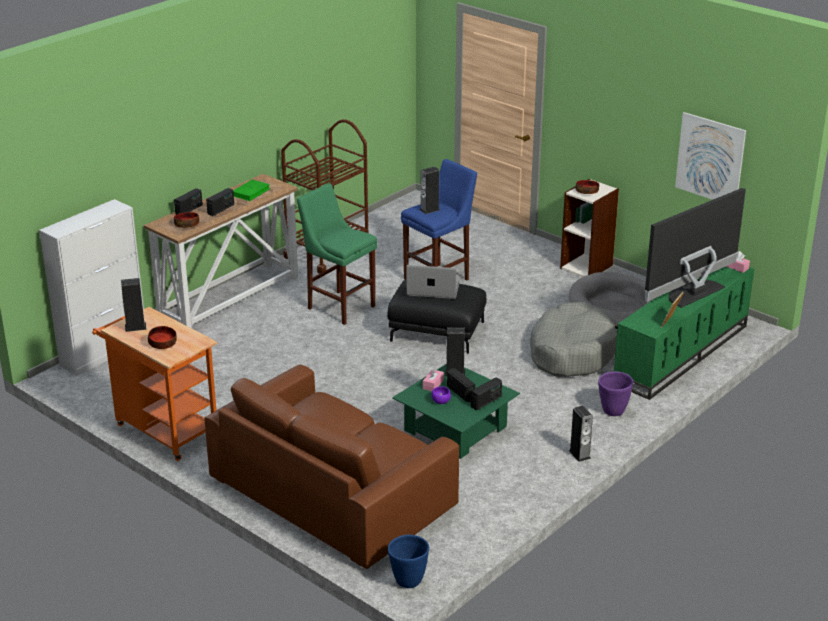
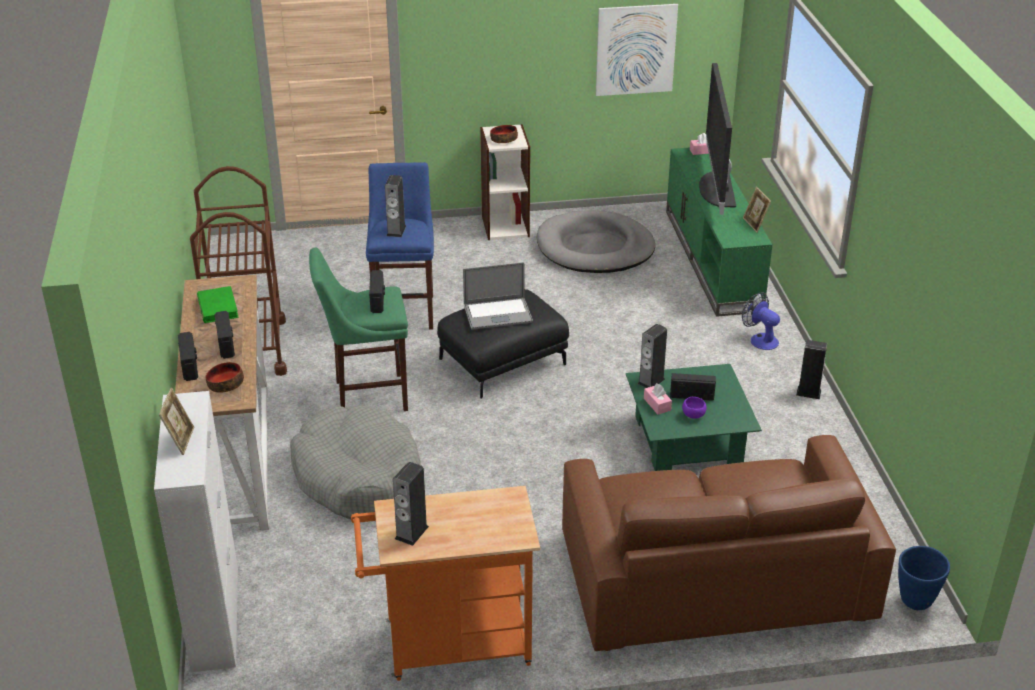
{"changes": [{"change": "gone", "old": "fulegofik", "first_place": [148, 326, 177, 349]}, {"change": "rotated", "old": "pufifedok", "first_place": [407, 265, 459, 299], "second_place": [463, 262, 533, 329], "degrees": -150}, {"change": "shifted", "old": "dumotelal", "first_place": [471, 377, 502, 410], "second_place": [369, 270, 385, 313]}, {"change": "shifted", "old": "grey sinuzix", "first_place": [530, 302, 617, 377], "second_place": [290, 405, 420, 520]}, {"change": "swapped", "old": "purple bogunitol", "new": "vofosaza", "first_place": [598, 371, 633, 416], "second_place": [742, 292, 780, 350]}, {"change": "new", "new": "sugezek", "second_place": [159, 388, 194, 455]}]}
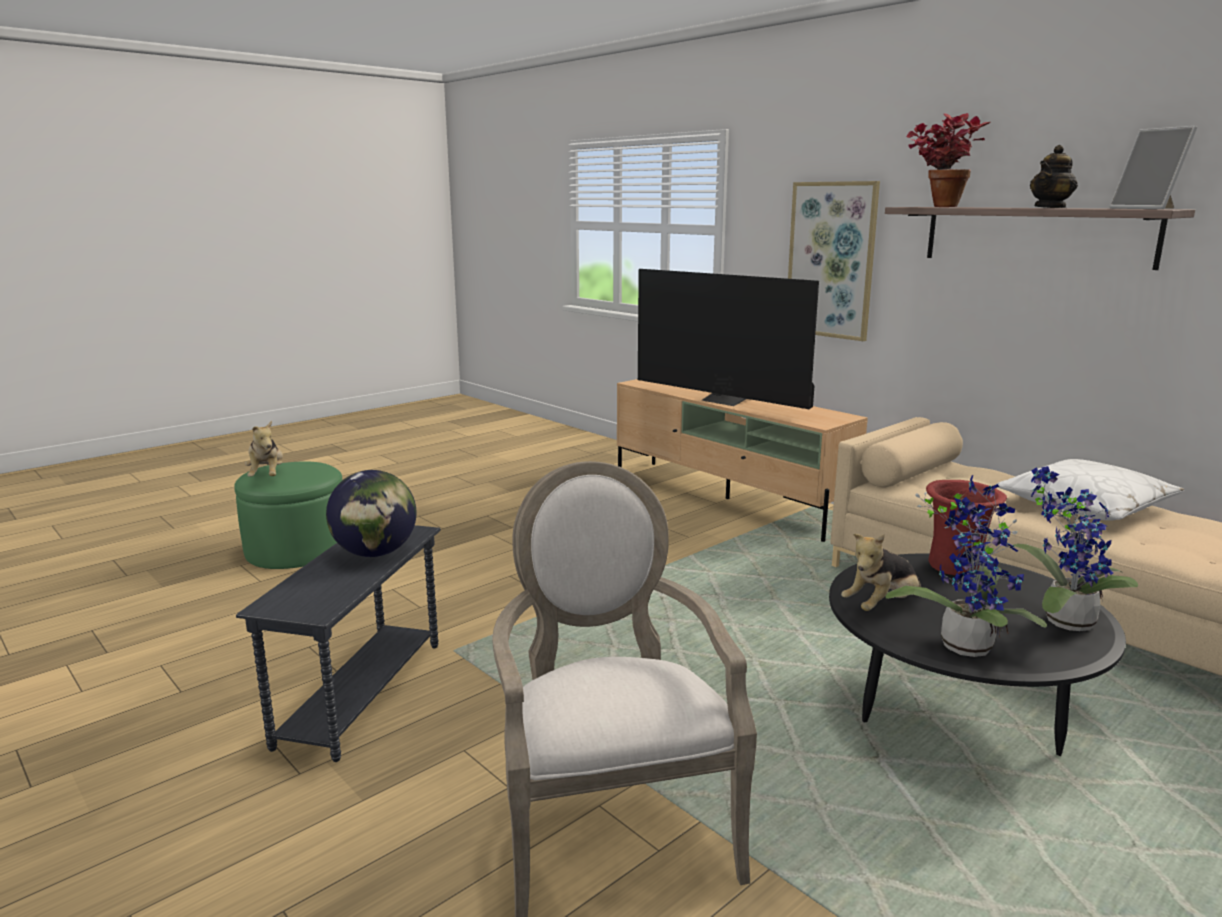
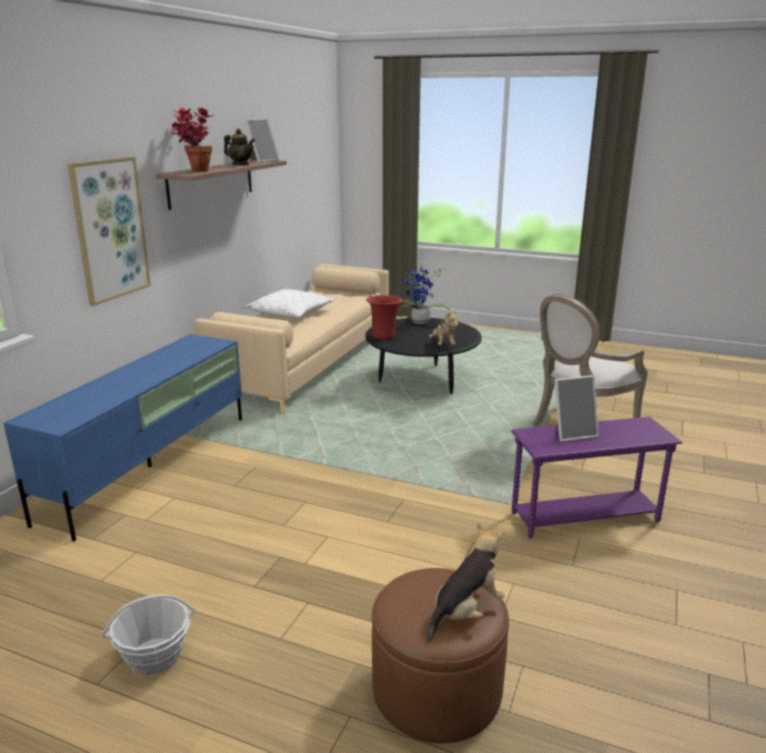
{"changes": [{"change": "repainted", "old": "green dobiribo", "new": "brown dobiribo", "first_place": [234, 462, 342, 569], "second_place": [372, 568, 509, 743]}, {"change": "repainted", "old": "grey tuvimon", "new": "purple tuvimon", "first_place": [236, 525, 441, 762], "second_place": [511, 417, 682, 538]}, {"change": "swapped", "old": "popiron", "new": "sugezek", "first_place": [326, 470, 416, 557], "second_place": [555, 375, 599, 442]}, {"change": "repainted", "old": "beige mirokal", "new": "blue mirokal", "first_place": [617, 379, 868, 542], "second_place": [3, 334, 242, 541]}, {"change": "gone", "old": "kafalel", "first_place": [638, 269, 819, 409]}, {"change": "rotated", "old": "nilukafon", "first_place": [841, 534, 921, 611], "second_place": [429, 309, 458, 345], "degrees": 45}, {"change": "gone", "old": "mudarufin", "first_place": [885, 475, 1047, 657]}, {"change": "new", "new": "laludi", "second_place": [102, 594, 195, 675]}]}
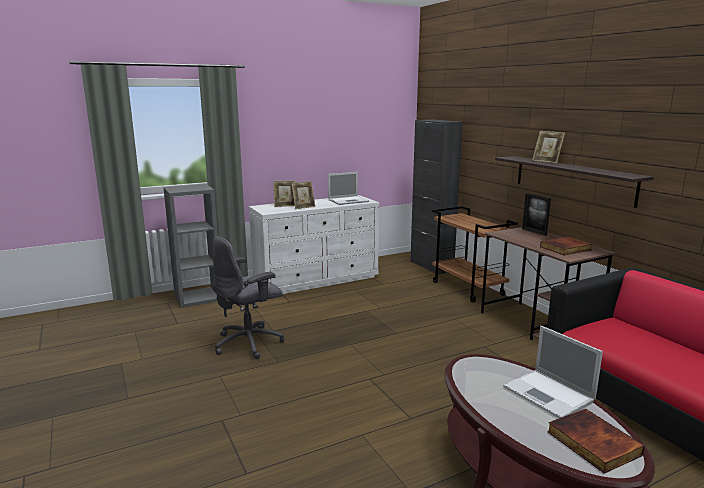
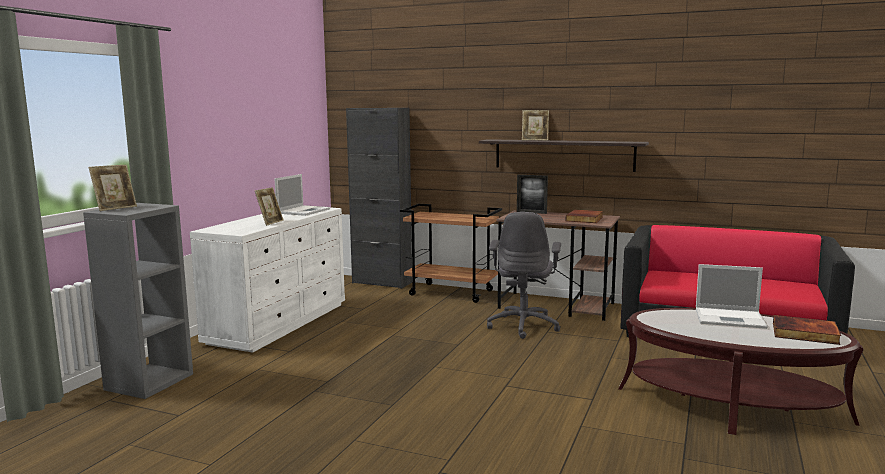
{"changes": [{"change": "shifted", "old": "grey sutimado", "first_place": [213, 236, 284, 359], "second_place": [487, 212, 561, 339]}, {"change": "shifted", "old": "sugezek", "first_place": [273, 180, 295, 207], "second_place": [89, 165, 137, 211]}]}
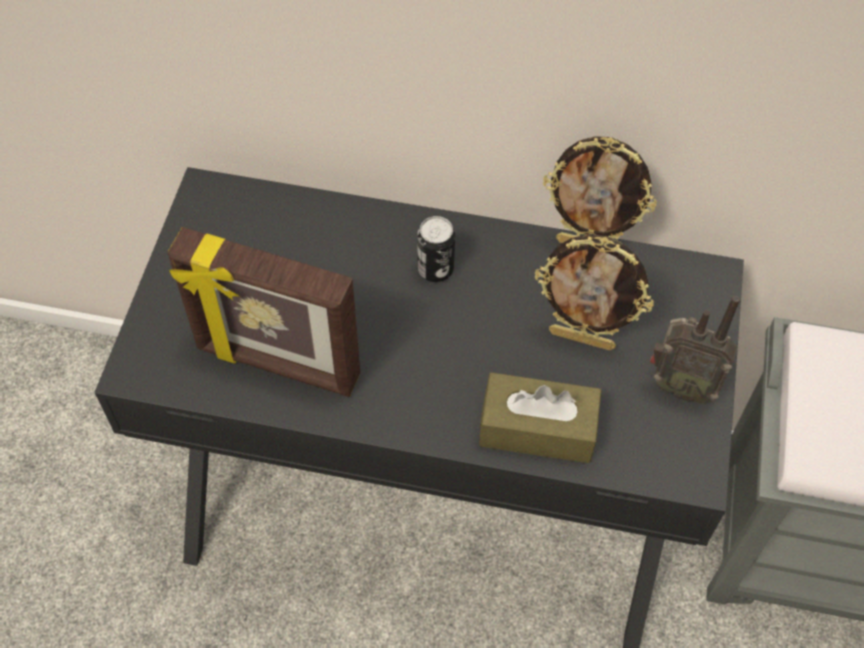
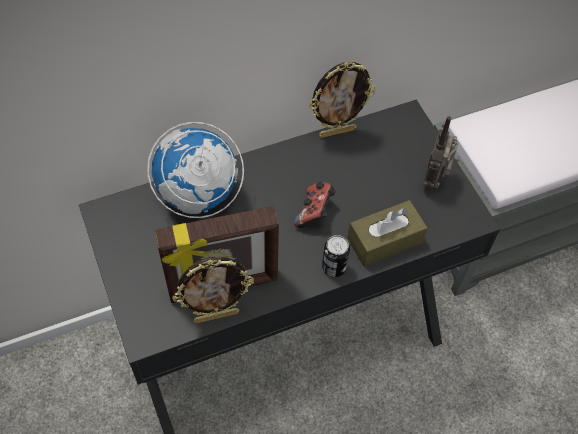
{"changes": [{"change": "shifted", "old": "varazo", "first_place": [417, 216, 455, 282], "second_place": [322, 235, 350, 277]}, {"change": "shifted", "old": "sugezek", "first_place": [535, 234, 654, 351], "second_place": [172, 256, 254, 324]}, {"change": "rotated", "old": "dumotelal", "first_place": [650, 296, 740, 404], "second_place": [423, 116, 458, 189], "degrees": 120}, {"change": "new", "new": "popiron", "second_place": [147, 122, 244, 218]}, {"change": "new", "new": "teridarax", "second_place": [294, 181, 336, 228]}]}
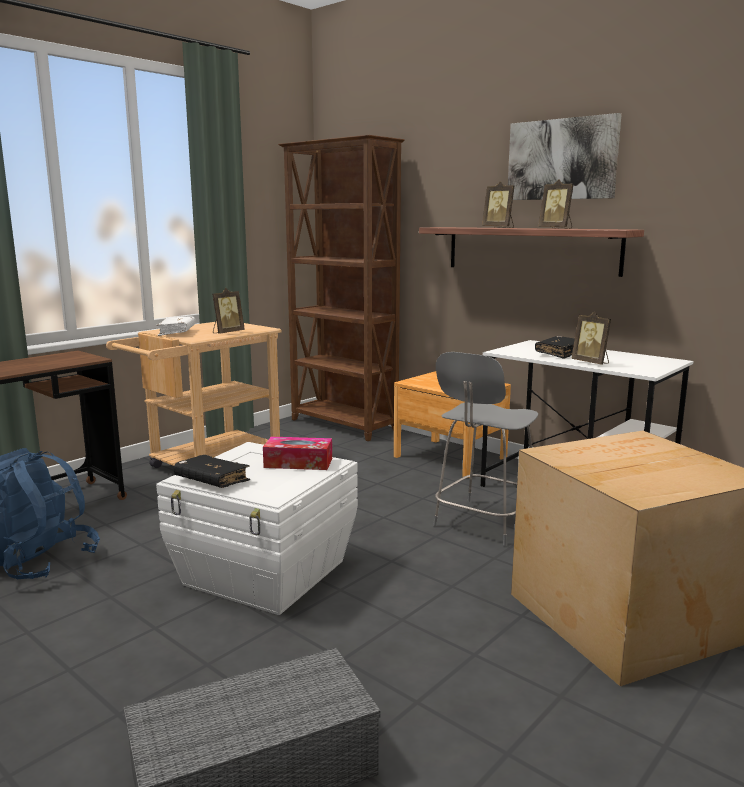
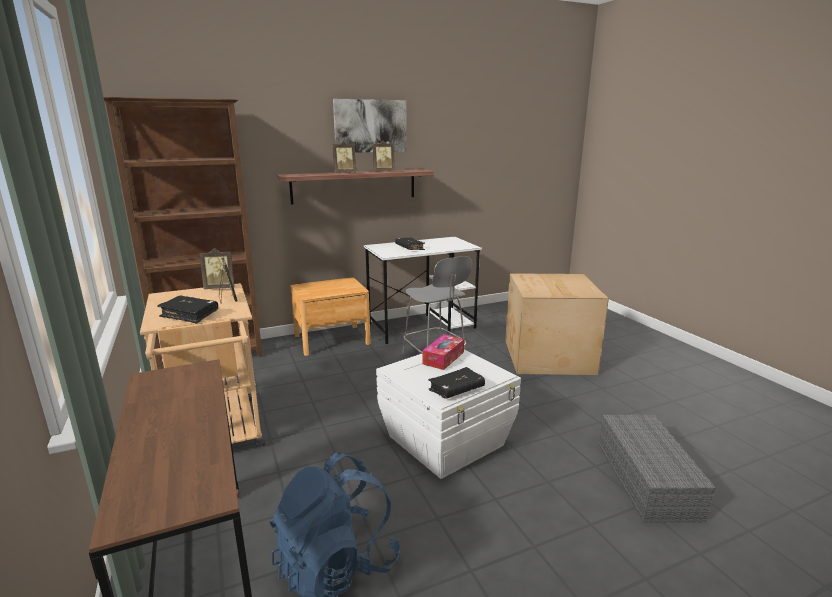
{"changes": [{"change": "repainted", "old": "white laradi", "new": "black laradi", "first_place": [156, 316, 196, 336], "second_place": [157, 296, 218, 324]}, {"change": "shifted", "old": "sugezek", "first_place": [571, 312, 611, 365], "second_place": [200, 248, 234, 289]}]}
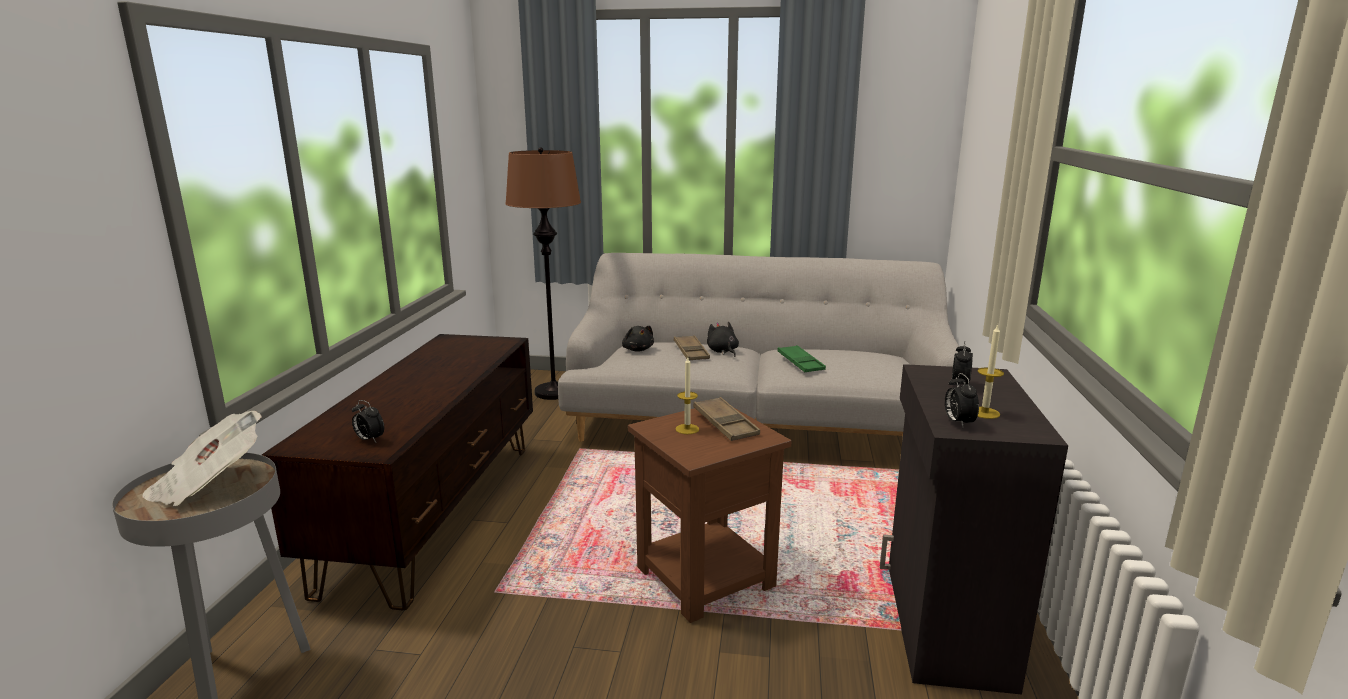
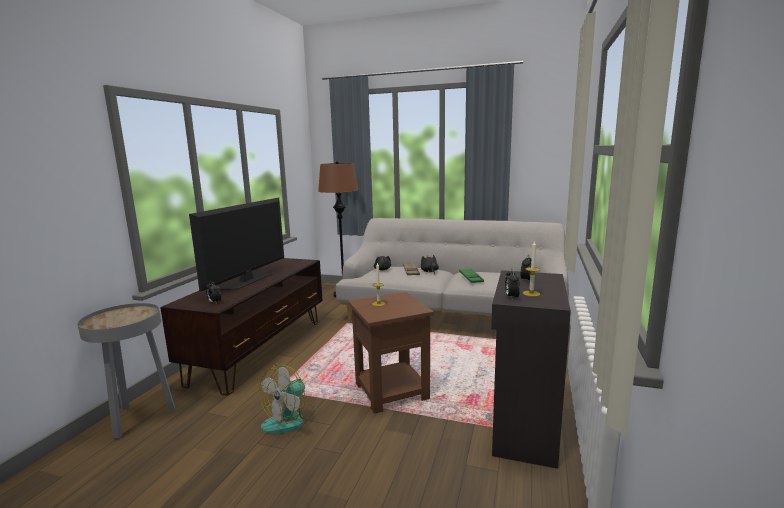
{"changes": [{"change": "gone", "old": "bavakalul", "first_place": [142, 411, 262, 507]}, {"change": "gone", "old": "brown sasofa", "first_place": [693, 397, 760, 441]}, {"change": "new", "new": "kafalel", "second_place": [189, 198, 284, 292]}, {"change": "new", "new": "vofosaza", "second_place": [259, 364, 318, 433]}]}
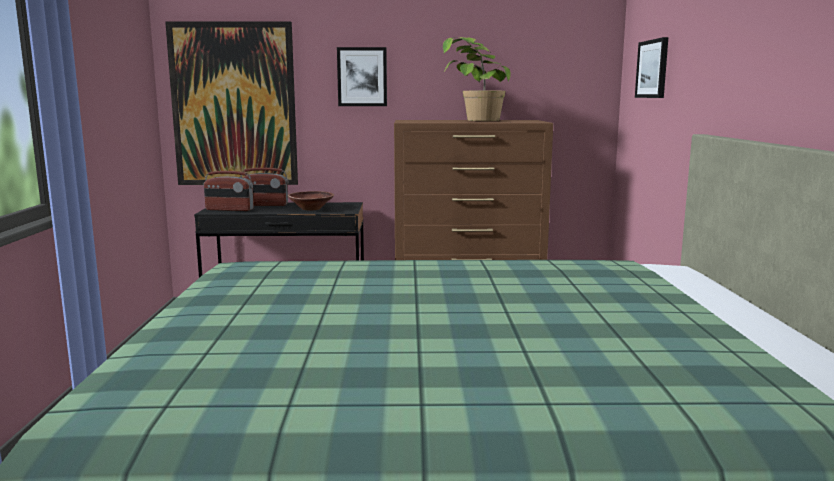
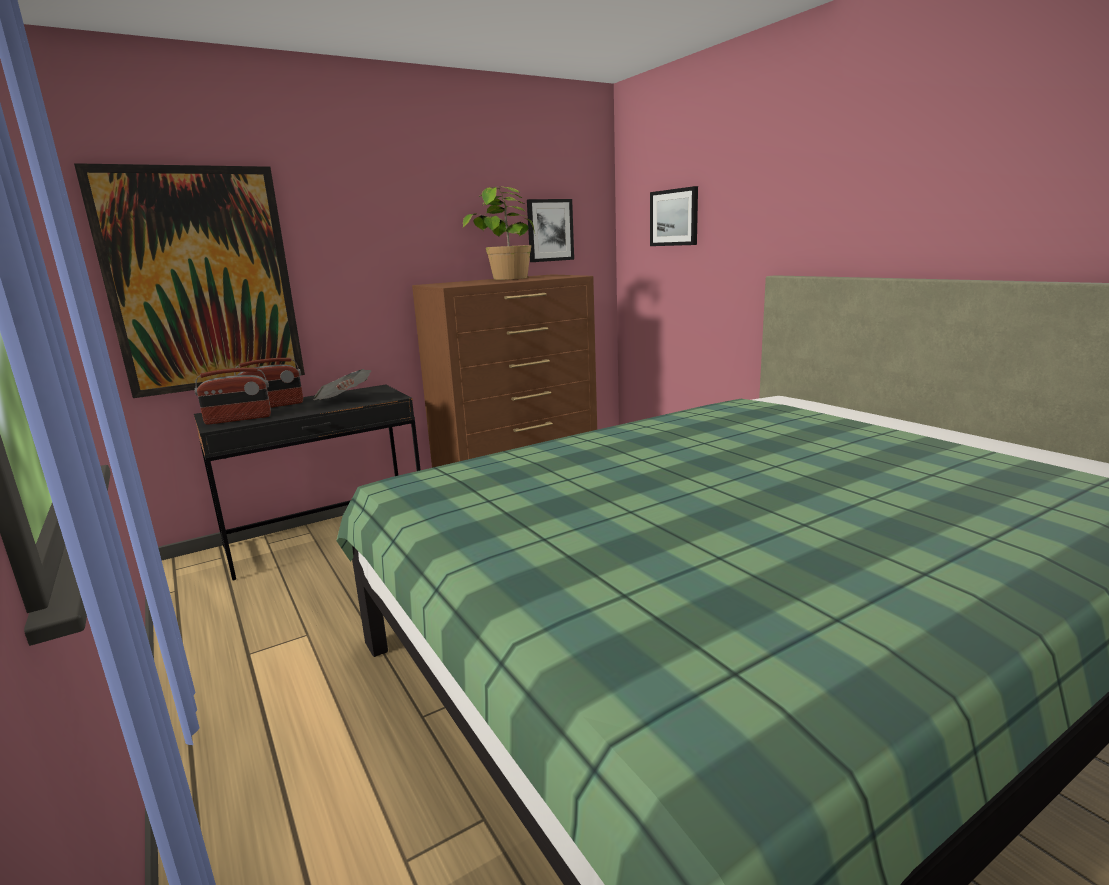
{"changes": [{"change": "swapped", "old": "brown fulegofik", "new": "bavakalul", "first_place": [287, 191, 334, 210], "second_place": [313, 369, 371, 400]}, {"change": "shifted", "old": "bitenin", "first_place": [337, 47, 387, 106], "second_place": [527, 199, 574, 262]}]}
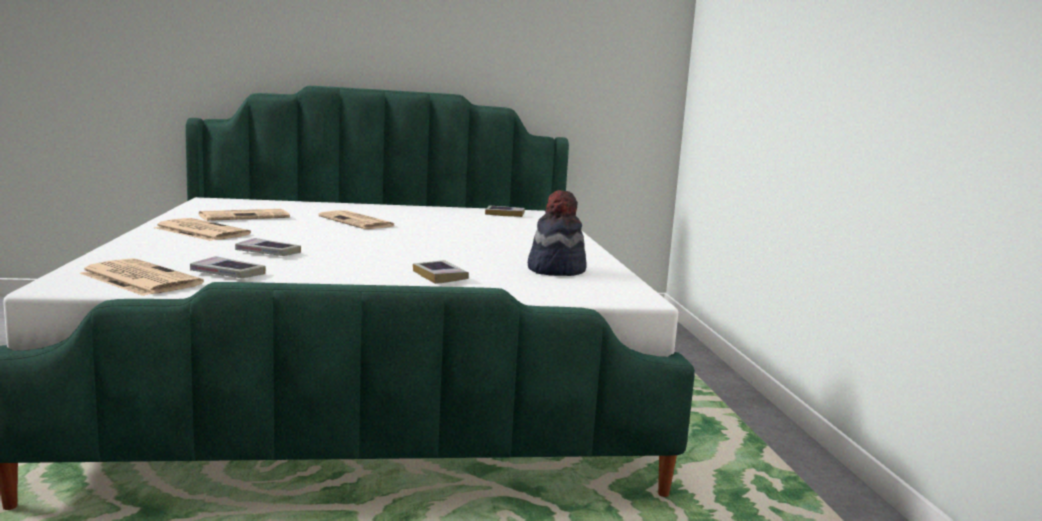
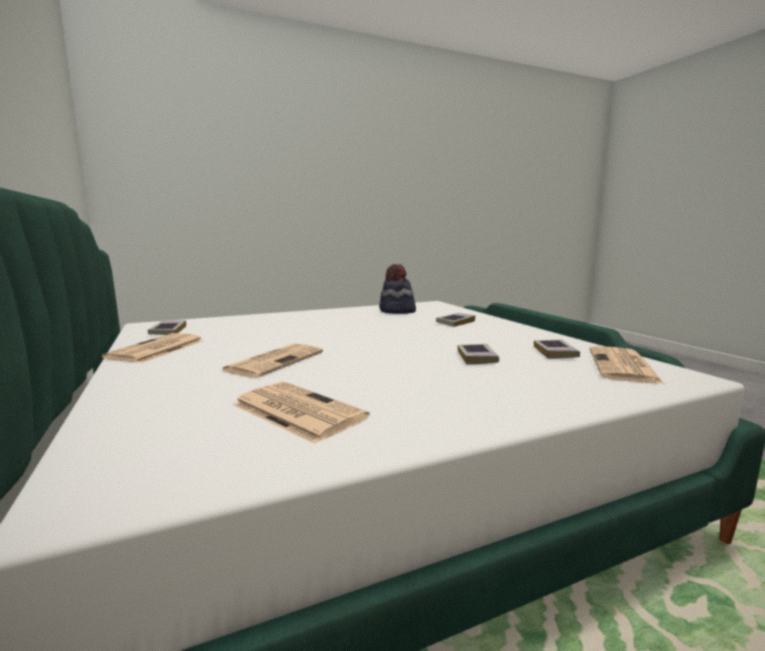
{"changes": [{"change": "shifted", "old": "bavakalul", "first_place": [154, 218, 251, 241], "second_place": [102, 333, 204, 363]}]}
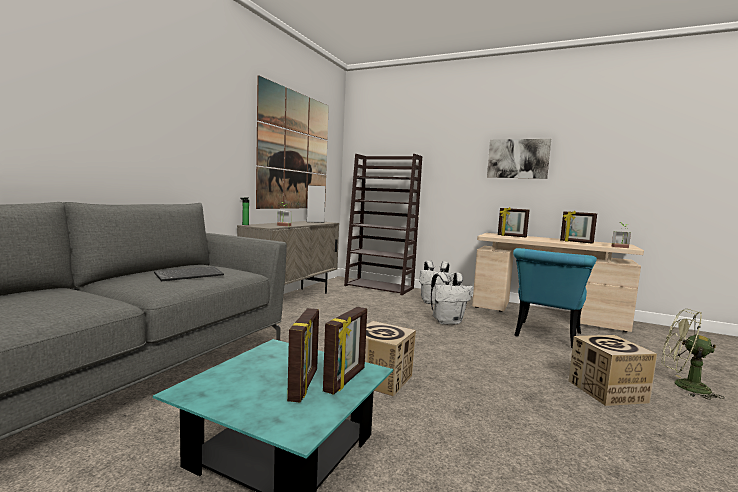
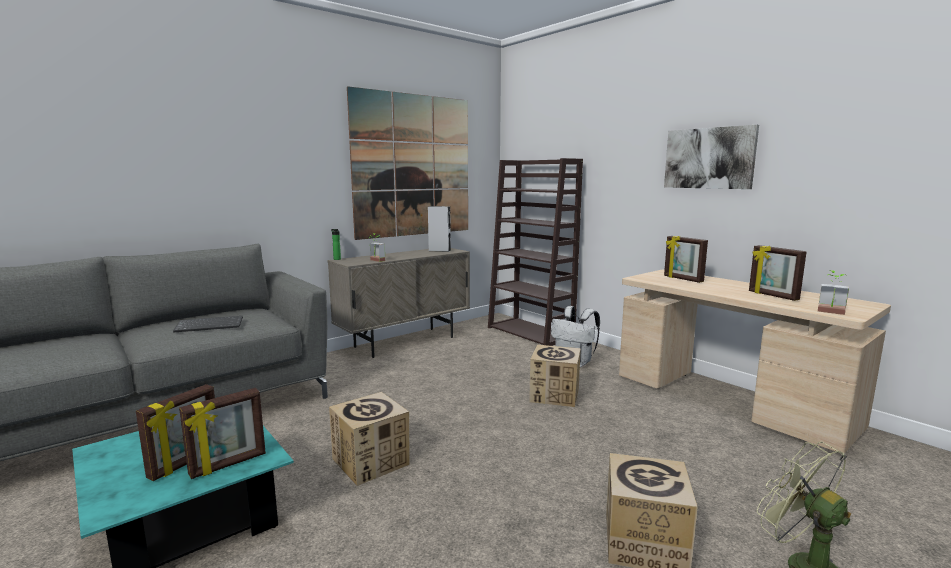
{"changes": [{"change": "swapped", "old": "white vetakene", "new": "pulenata", "first_place": [431, 272, 473, 325], "second_place": [529, 345, 581, 407]}, {"change": "gone", "old": "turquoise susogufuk", "first_place": [513, 248, 597, 348]}]}
